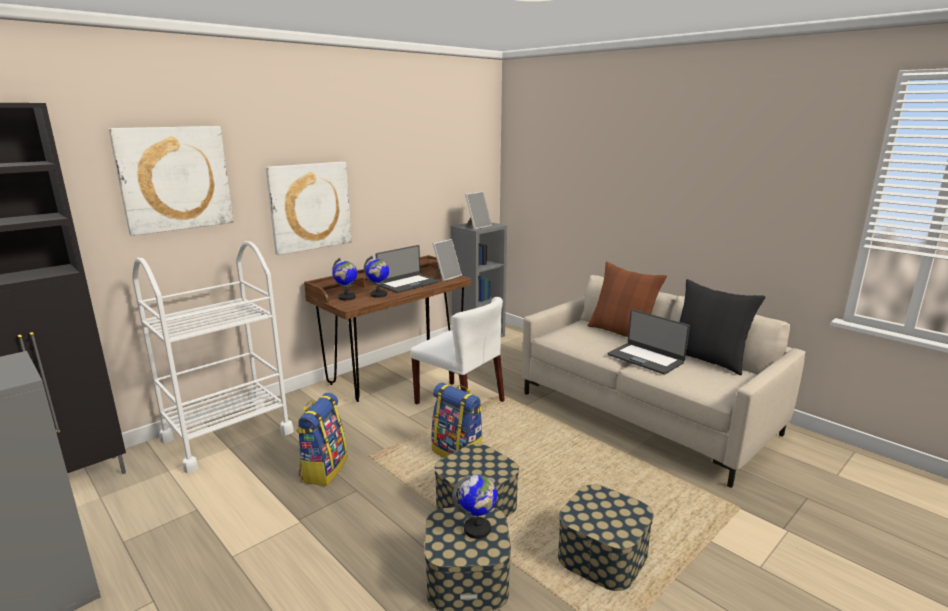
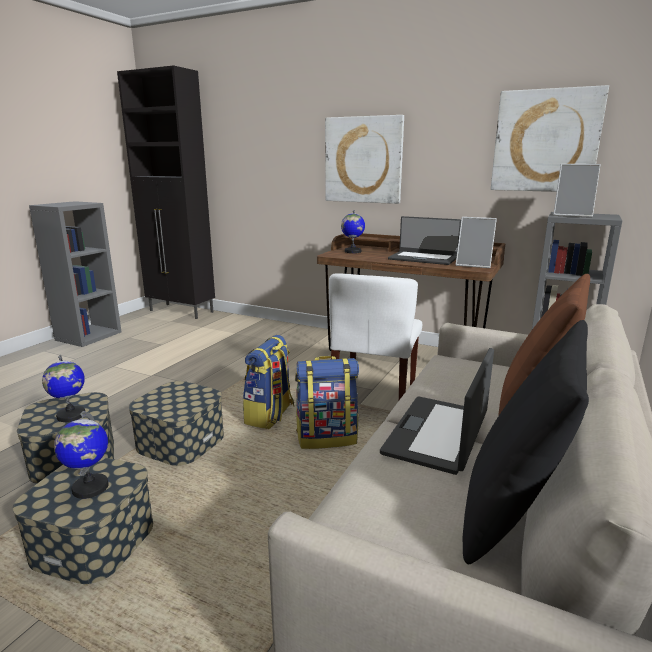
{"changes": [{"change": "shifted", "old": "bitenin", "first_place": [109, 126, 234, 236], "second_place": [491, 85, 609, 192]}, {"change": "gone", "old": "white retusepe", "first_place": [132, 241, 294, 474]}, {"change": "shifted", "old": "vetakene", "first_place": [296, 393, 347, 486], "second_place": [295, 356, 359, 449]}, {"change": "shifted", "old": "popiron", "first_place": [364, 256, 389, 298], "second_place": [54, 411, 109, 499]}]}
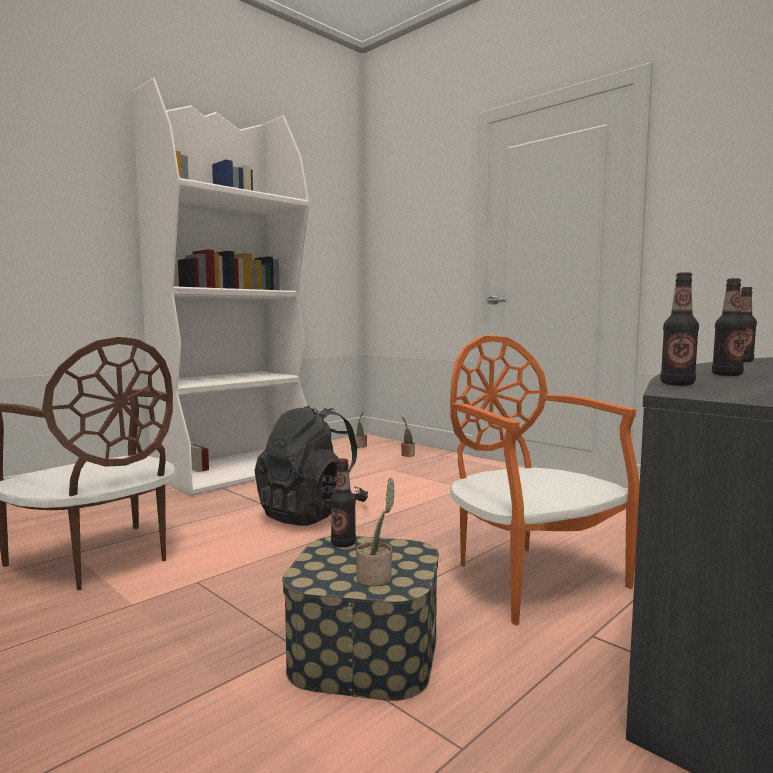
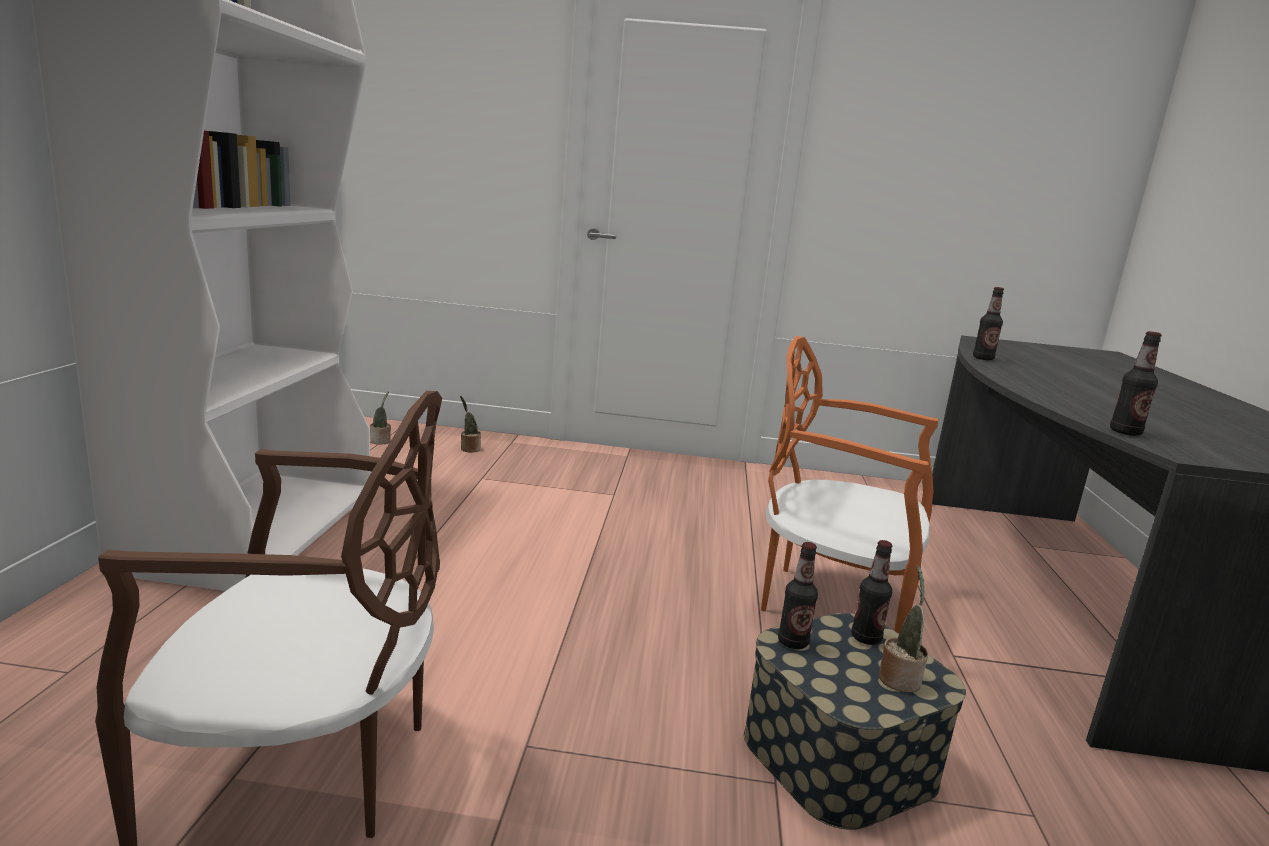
{"changes": [{"change": "gone", "old": "black vetakene", "first_place": [254, 406, 368, 526]}, {"change": "shifted", "old": "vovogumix", "first_place": [712, 278, 747, 376], "second_place": [851, 540, 892, 645]}]}
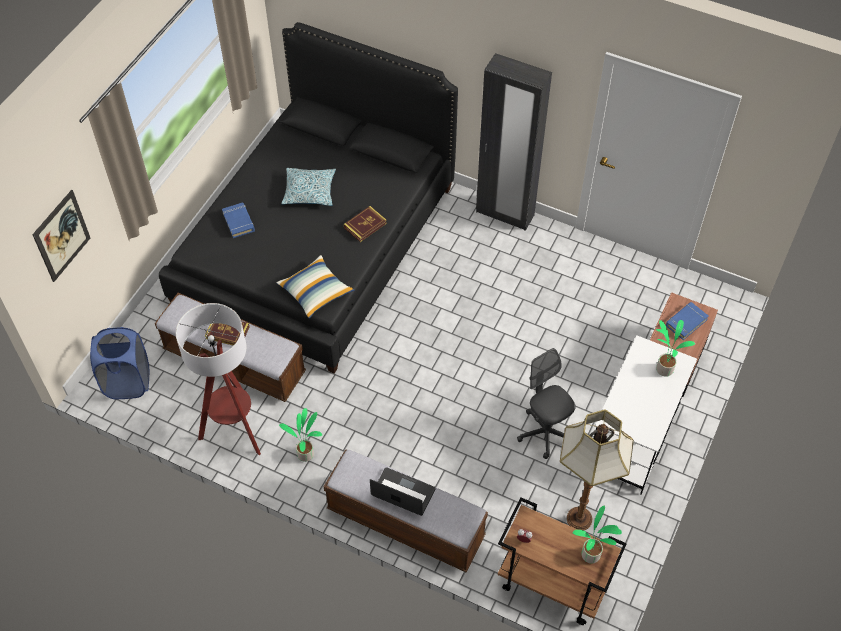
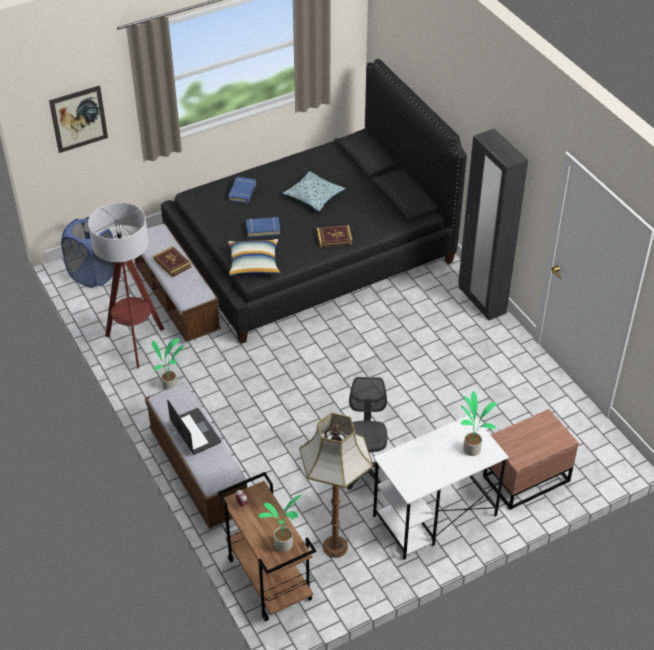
{"changes": [{"change": "shifted", "old": "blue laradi", "first_place": [666, 302, 709, 340], "second_place": [246, 217, 280, 237]}]}
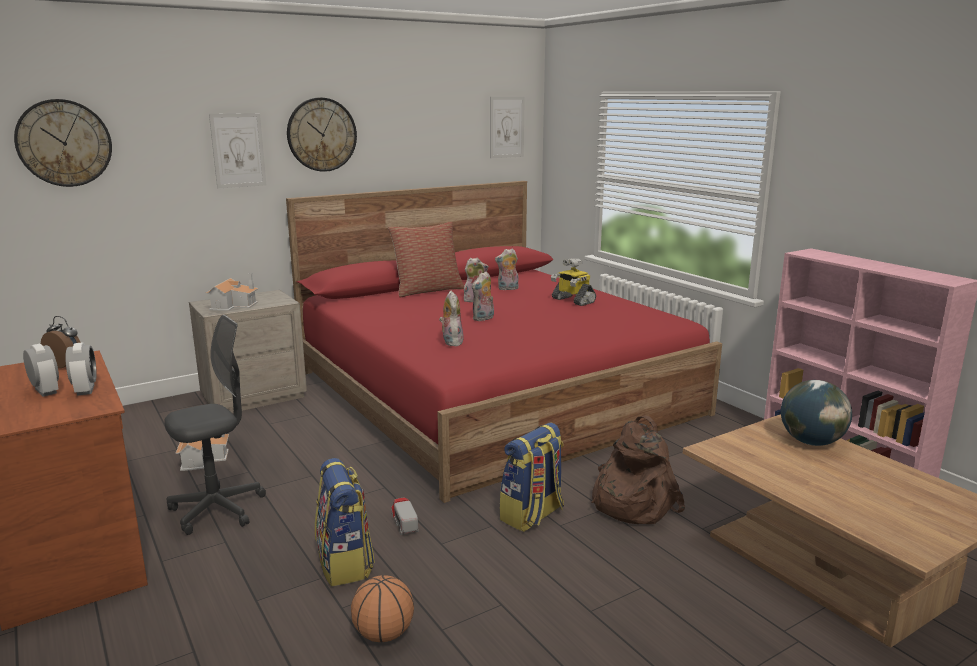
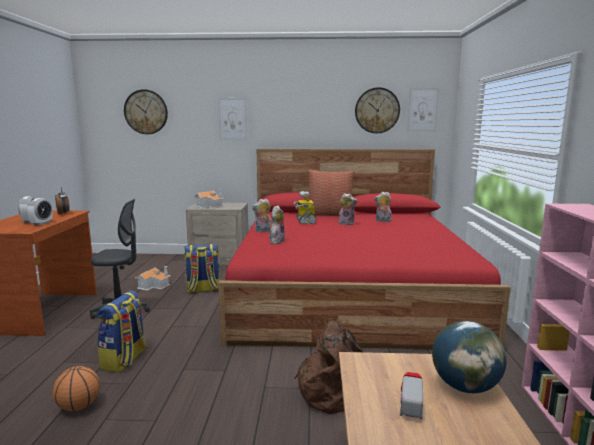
{"changes": [{"change": "shifted", "old": "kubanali", "first_place": [287, 97, 357, 172], "second_place": [355, 87, 400, 133]}, {"change": "shifted", "old": "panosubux", "first_place": [391, 497, 419, 535], "second_place": [400, 372, 423, 419]}, {"change": "shifted", "old": "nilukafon", "first_place": [472, 272, 494, 321], "second_place": [252, 199, 271, 232]}, {"change": "shifted", "old": "vetakene", "first_place": [500, 422, 564, 532], "second_place": [184, 244, 220, 293]}, {"change": "shifted", "old": "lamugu", "first_place": [551, 258, 596, 306], "second_place": [293, 191, 317, 224]}]}
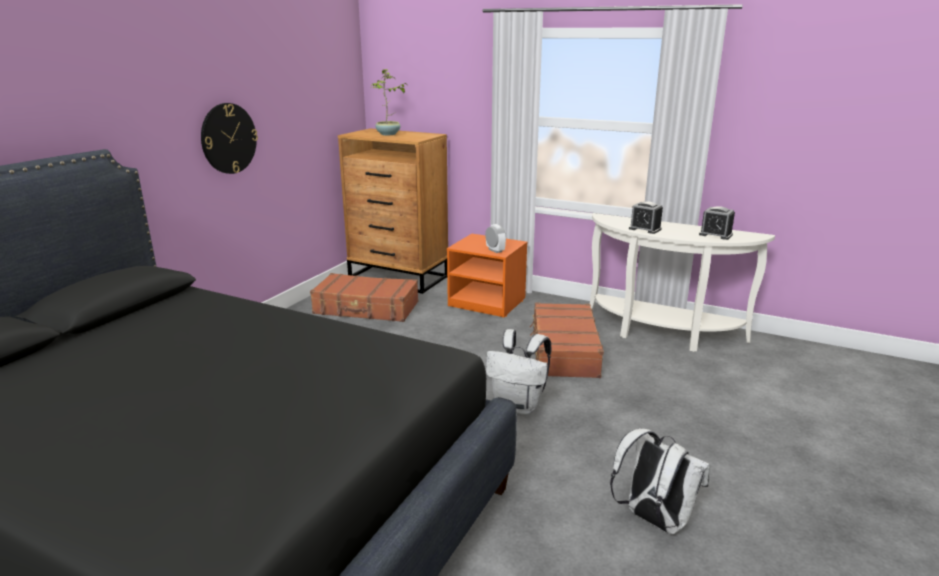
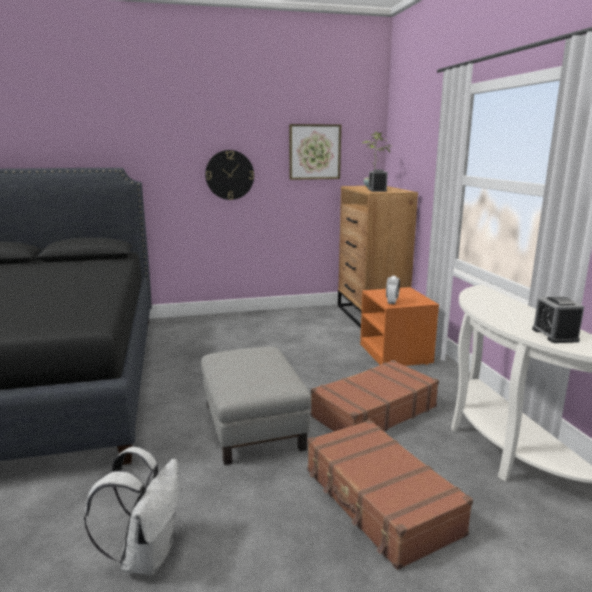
{"changes": [{"change": "shifted", "old": "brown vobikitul", "first_place": [310, 273, 418, 322], "second_place": [307, 420, 473, 570]}, {"change": "swapped", "old": "white vetakene", "new": "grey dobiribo", "first_place": [486, 329, 551, 415], "second_place": [201, 347, 311, 465]}, {"change": "shifted", "old": "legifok", "first_place": [629, 201, 663, 234], "second_place": [368, 169, 388, 192]}, {"change": "new", "new": "bitenin", "second_place": [289, 124, 341, 180]}]}
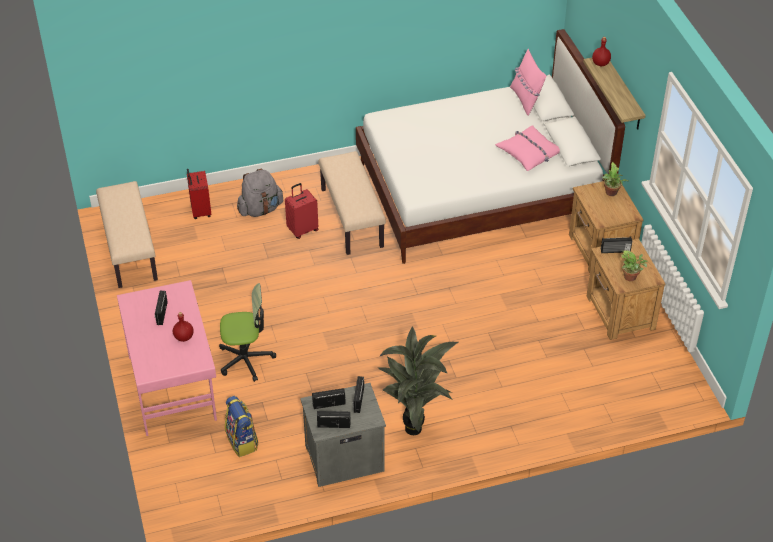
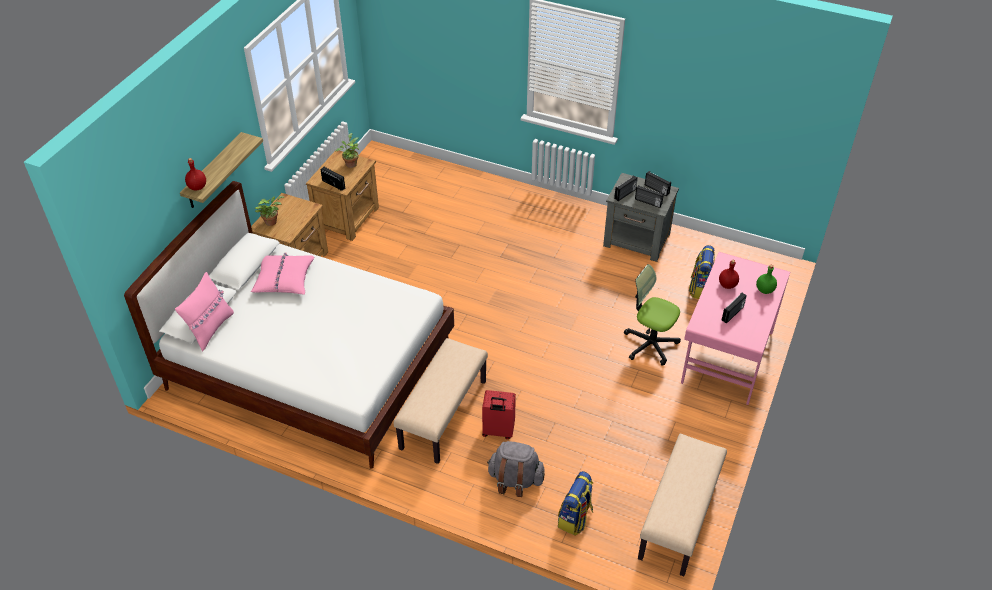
{"changes": [{"change": "swapped", "old": "red vobikitul", "new": "vetakene", "first_place": [187, 169, 211, 219], "second_place": [558, 471, 593, 536]}, {"change": "gone", "old": "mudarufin", "first_place": [377, 326, 458, 435]}, {"change": "new", "new": "green vovogumix", "second_place": [756, 265, 777, 294]}]}
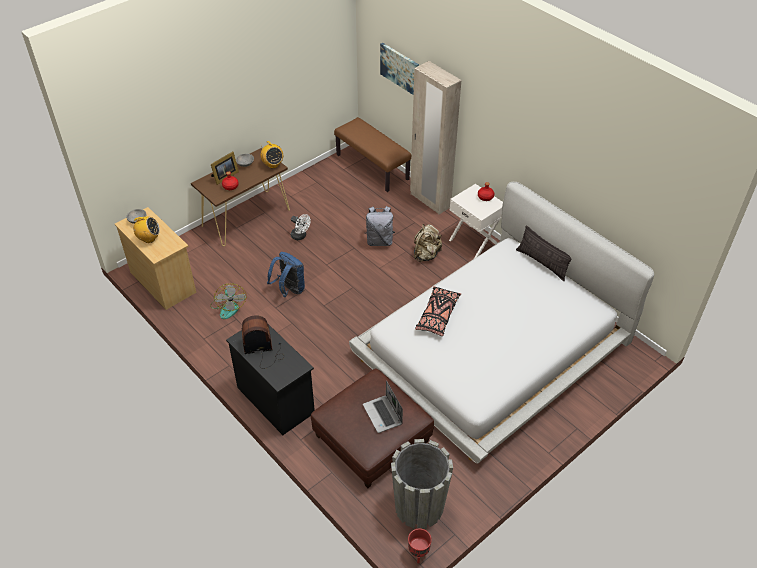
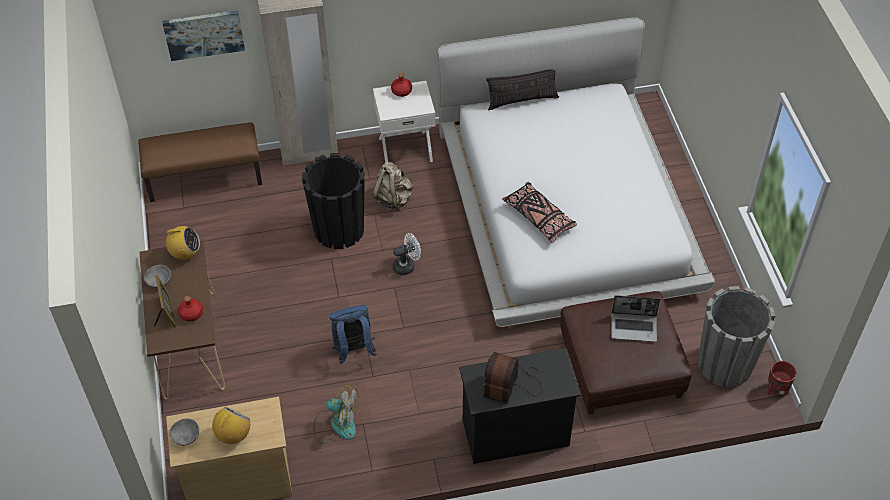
{"changes": [{"change": "shifted", "old": "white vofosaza", "first_place": [291, 214, 311, 240], "second_place": [393, 233, 421, 275]}, {"change": "swapped", "old": "grey vetakene", "new": "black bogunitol", "first_place": [366, 206, 395, 246], "second_place": [302, 153, 365, 249]}]}
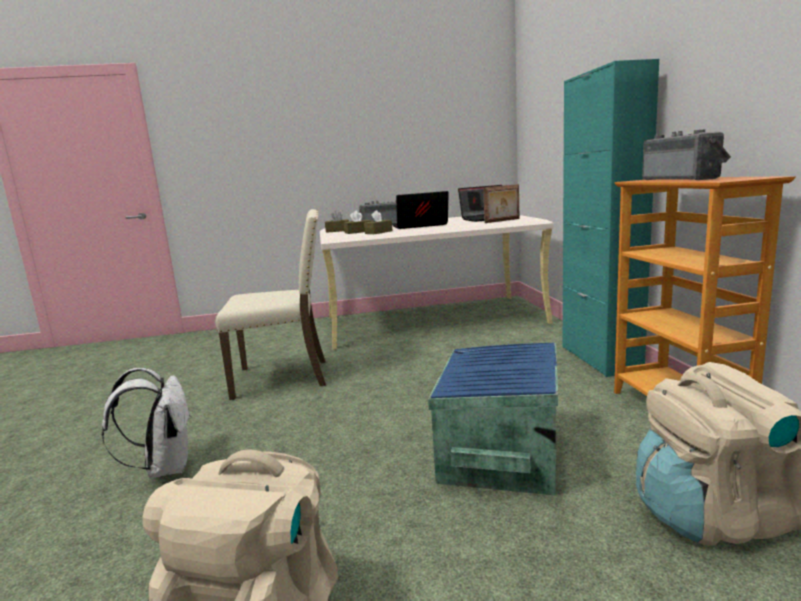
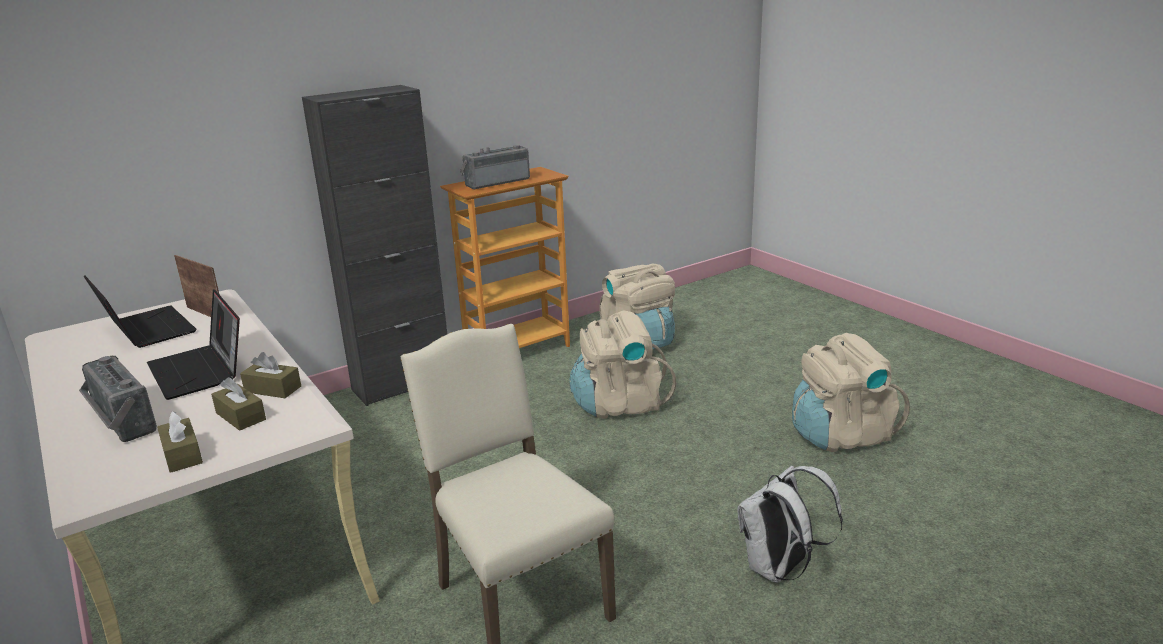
{"changes": [{"change": "swapped", "old": "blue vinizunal", "new": "beige vetakene", "first_place": [428, 343, 558, 496], "second_place": [569, 310, 676, 419]}, {"change": "repainted", "old": "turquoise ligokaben", "new": "black ligokaben", "first_place": [563, 59, 659, 377], "second_place": [302, 85, 447, 406]}]}
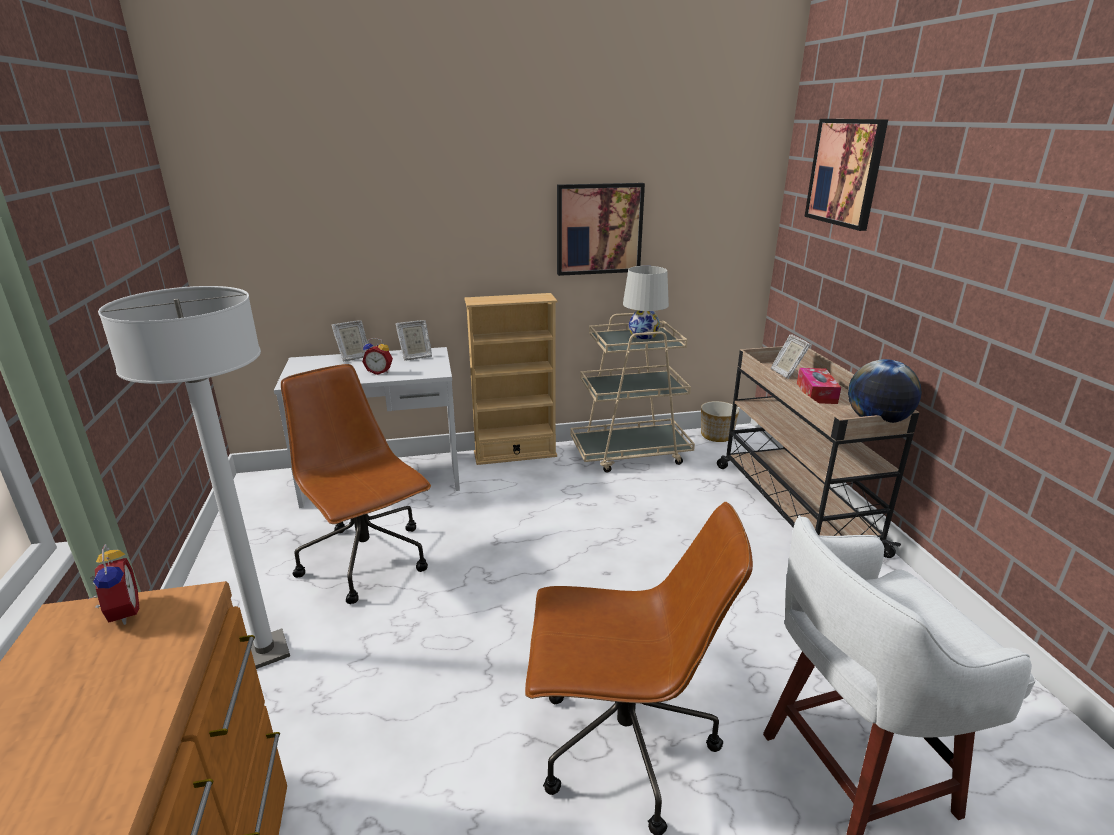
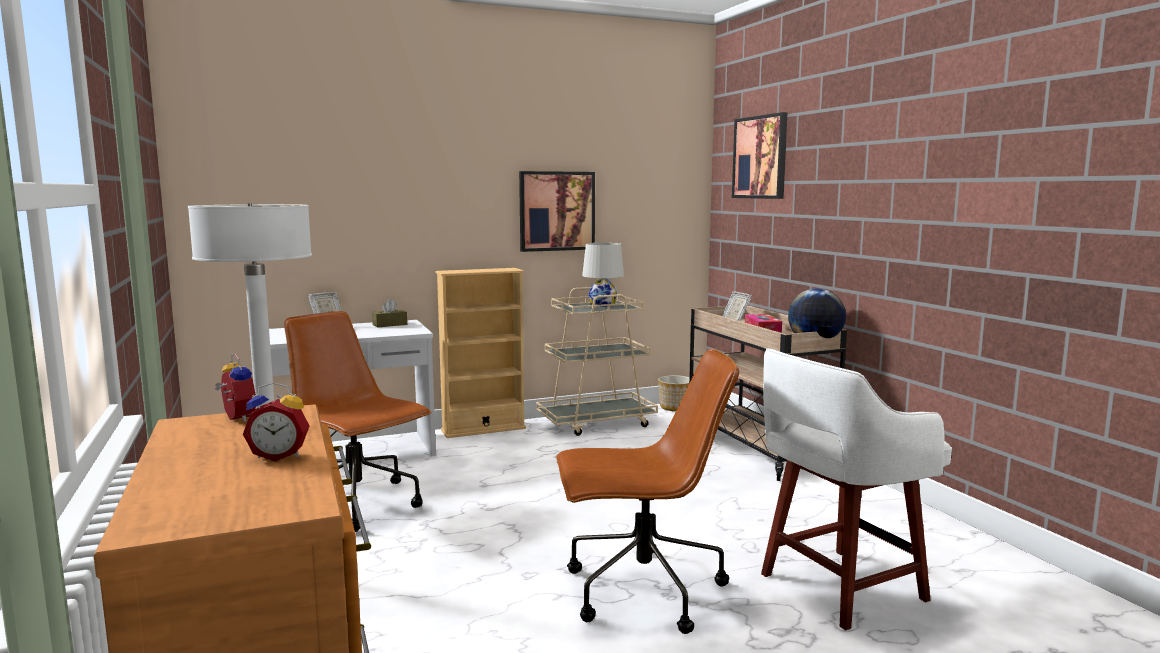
{"changes": [{"change": "shifted", "old": "legifok", "first_place": [362, 338, 393, 375], "second_place": [243, 382, 309, 462]}, {"change": "swapped", "old": "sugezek", "new": "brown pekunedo", "first_place": [396, 320, 432, 360], "second_place": [372, 299, 407, 328]}]}
